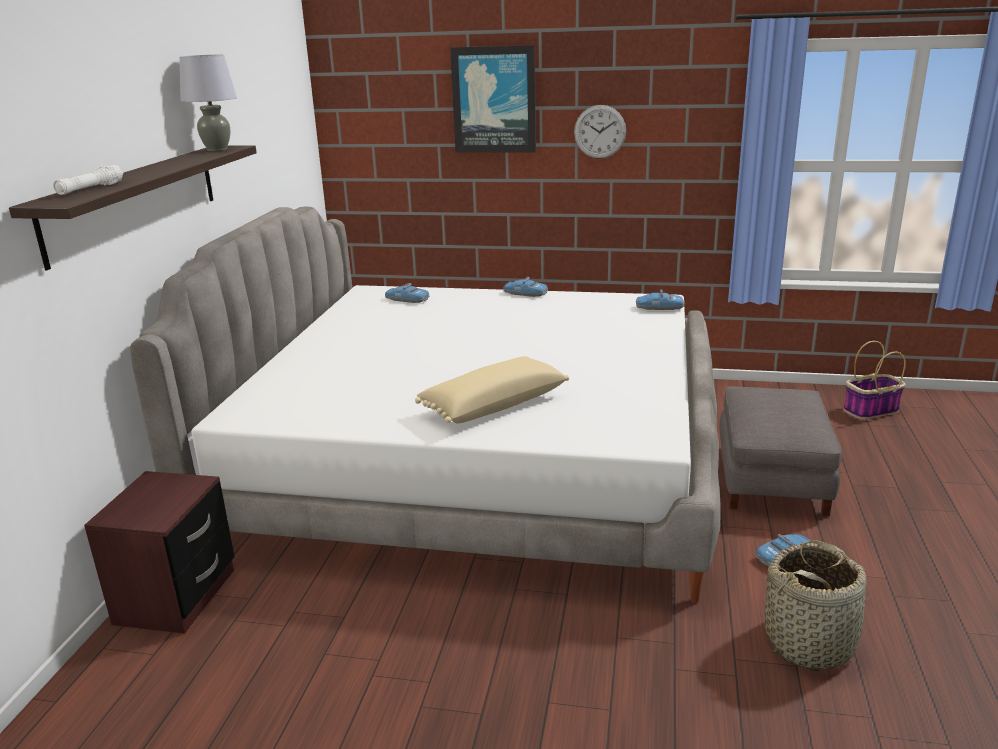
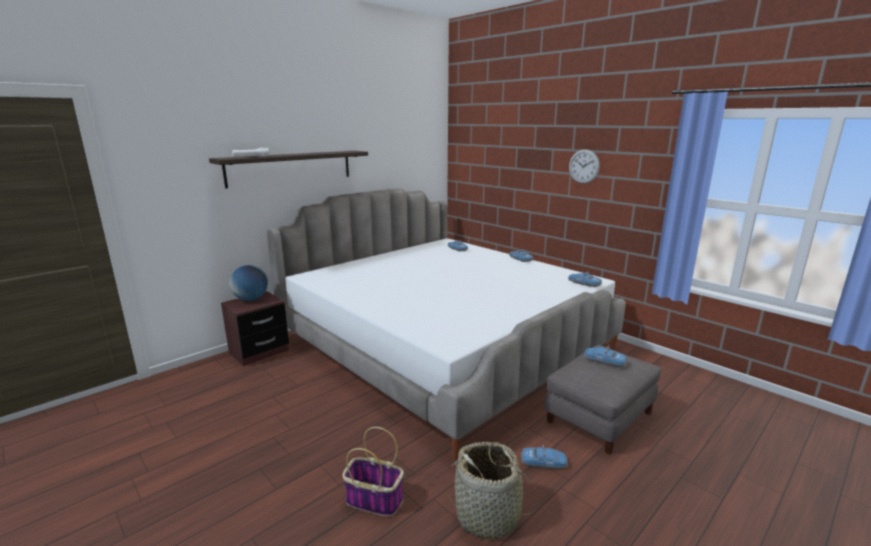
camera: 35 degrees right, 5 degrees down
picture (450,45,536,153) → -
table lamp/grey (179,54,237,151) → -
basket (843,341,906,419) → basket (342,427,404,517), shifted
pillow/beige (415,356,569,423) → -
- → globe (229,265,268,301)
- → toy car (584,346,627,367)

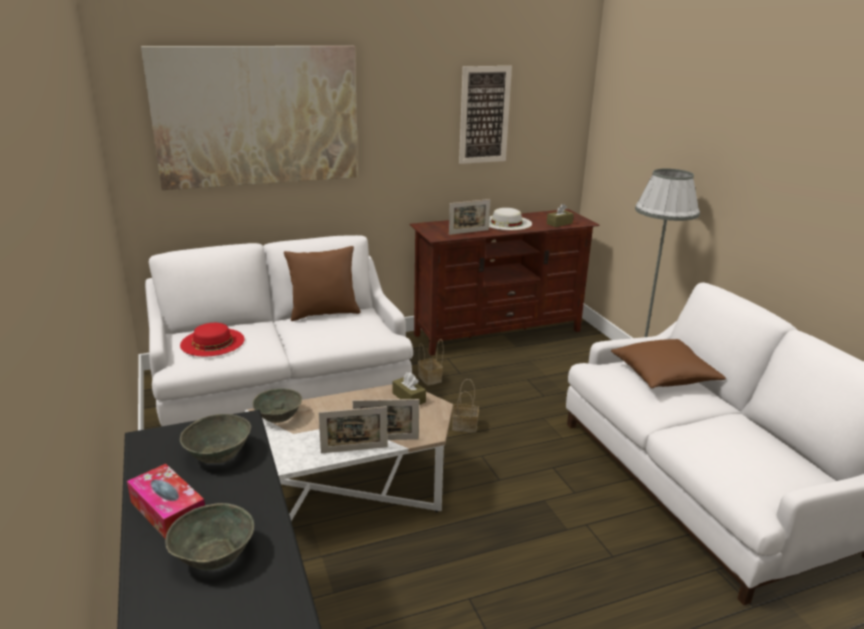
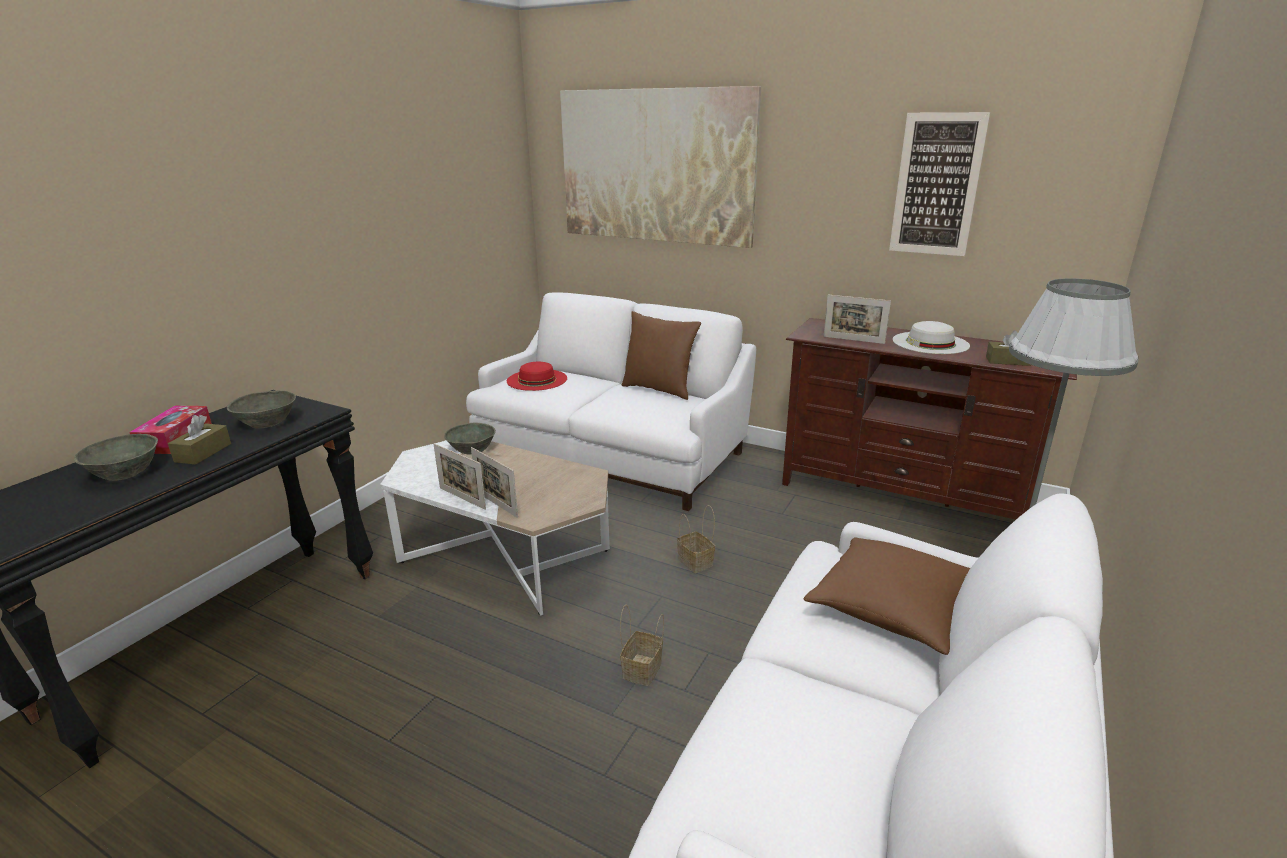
camera: 50 degrees right, 0 degrees up
basket (418,339,443,385) → basket (620,605,664,686), shifted
tissue box/brown (392,372,426,405) → tissue box/brown (168,415,231,465), shifted

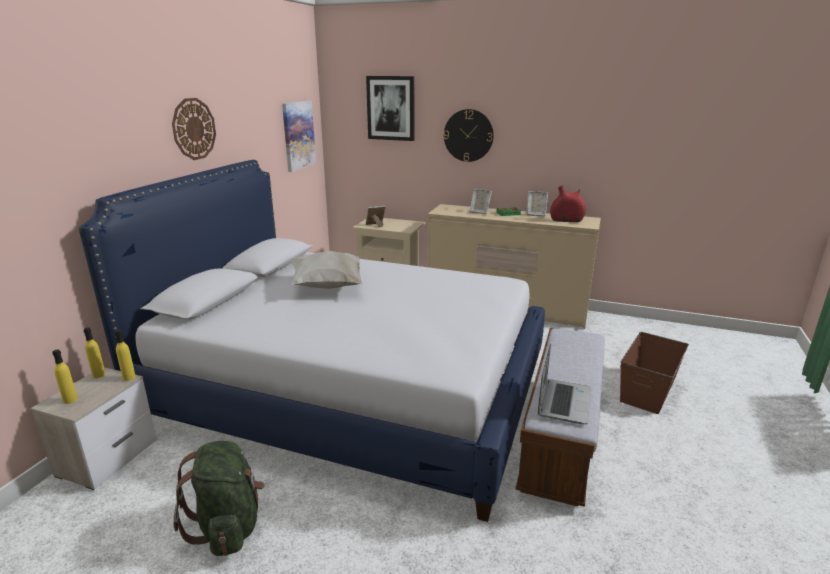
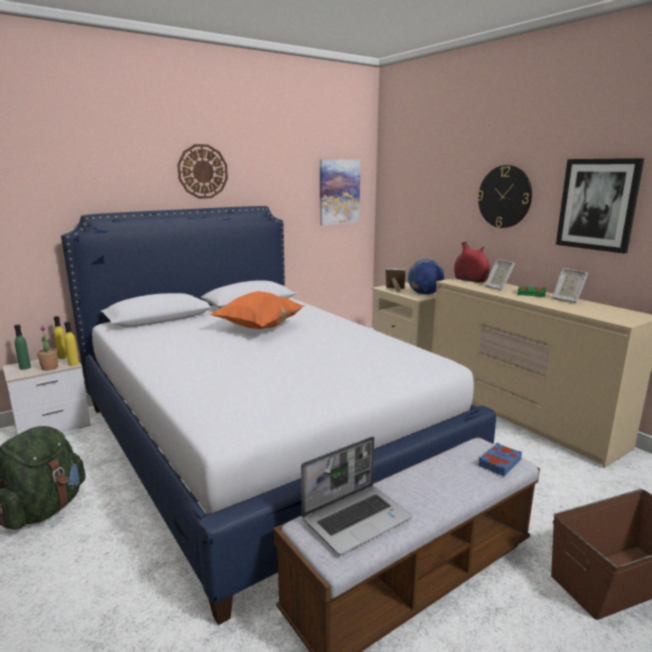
camera: 35 degrees right, 5 degrees down
picture (366,76,414,141) → picture (556,158,644,254), shifted
vase/red (550,186,586,222) → vase/red (454,241,490,283), shifted
pillow/white (290,251,363,289) → pillow/orange (209,291,304,329)
bottle/yellow (52,349,78,404) → bottle/green (14,324,31,370)
- → globe (408,259,444,295)
- → potted plant (37,325,58,371)
- → book/blue (478,443,522,476)

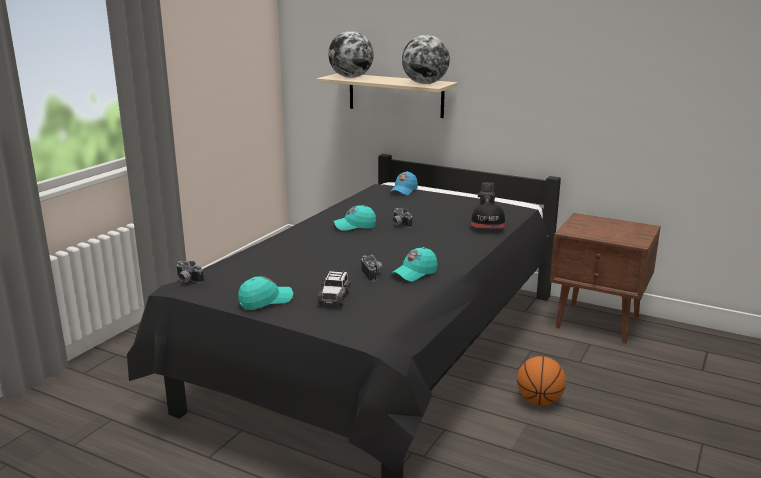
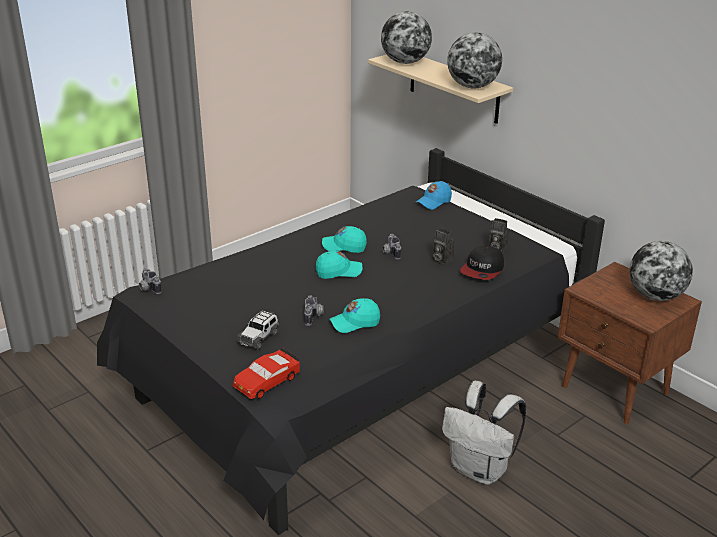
camera: 20 degrees right, 10 degrees up
cap/turquoise (238,276,293,310) → cap/turquoise (316,251,362,279), shifted
basketball (517,356,566,405) → backpack/white (442,381,527,485)
- → photo camera (433,228,454,265)
- → globe (629,241,693,301)
- → toy car/red (233,348,301,399)

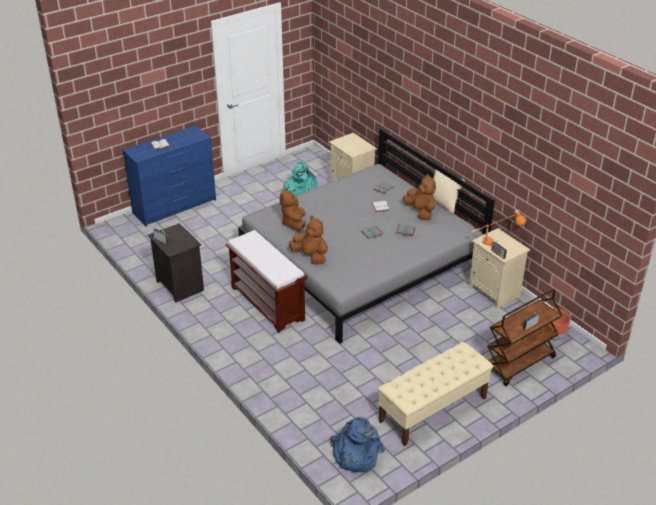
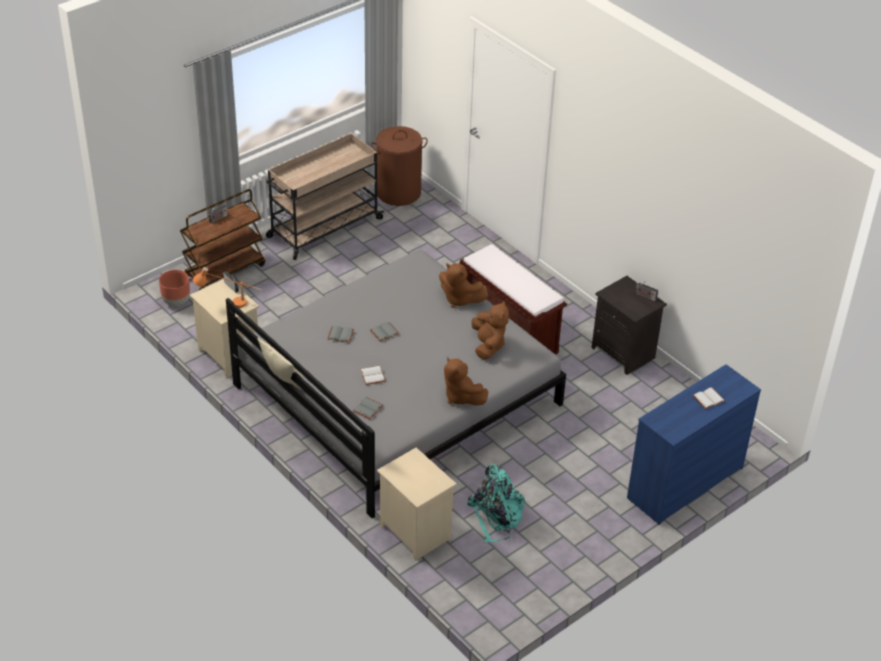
camera: 175 degrees right, 5 degrees up
plush toy/brown (403,174,436,220) → plush toy/brown (444,357,488,405), shifted
bench/beige (378,342,493,447) → cart/beige (266,133,384,260)
backpack/blue (330,417,385,472) → laundry basket/brown (371,126,428,206)

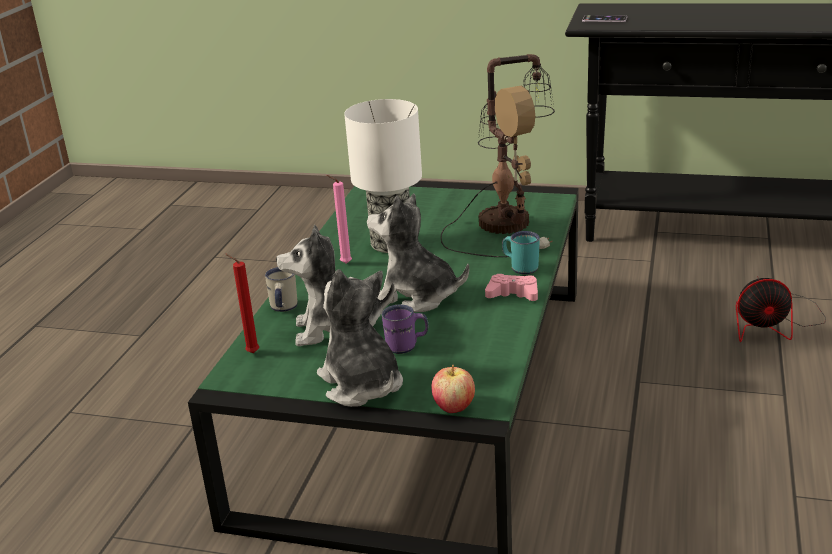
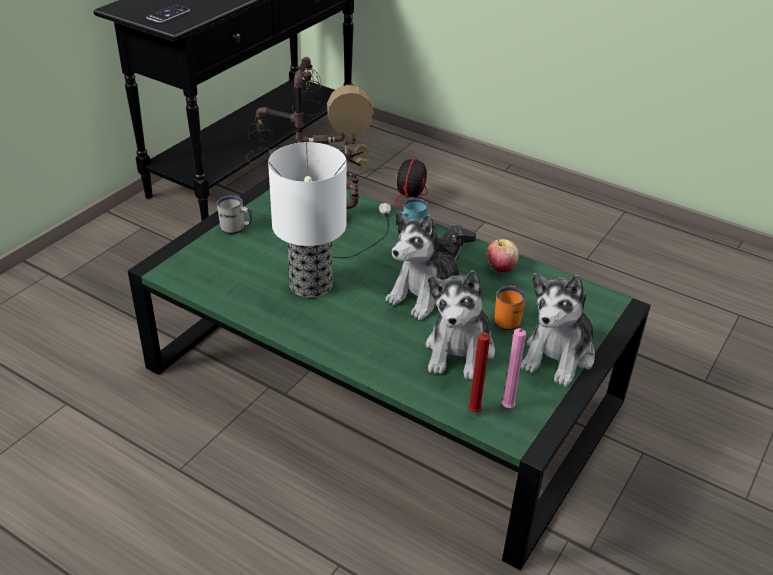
camera: 75 degrees left, 10 degrees up
candle/pink (326,175,352,264) → candle/pink (502,328,526,408), shifted
mug/white (265,267,297,312) → mug/white (217,195,253,234), shifted
plush toy (317,270,403,407) → plush toy (520,273,595,387), 45 degrees counterclockwise
game controller/pink (485,274,538,301) → game controller/black (438,226,476,260)
mug/purple (382,304,428,354) → mug/orange (495,286,525,330)
apple (432,365,475,413) → apple (487,239,519,272), shifted

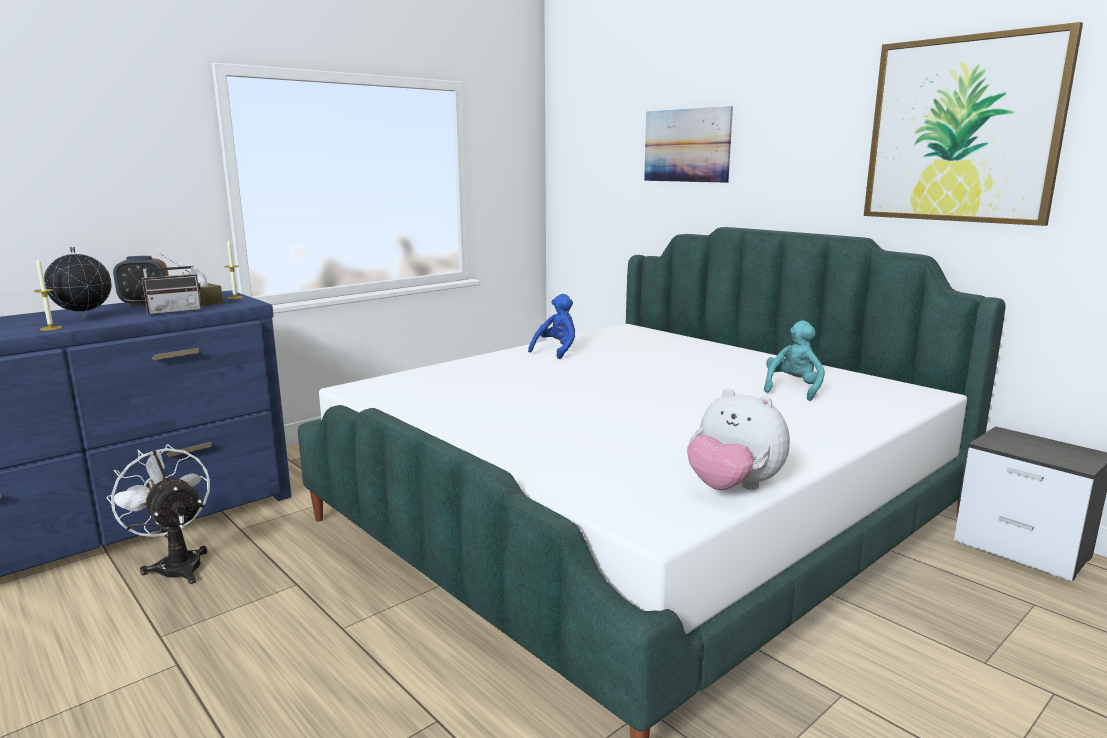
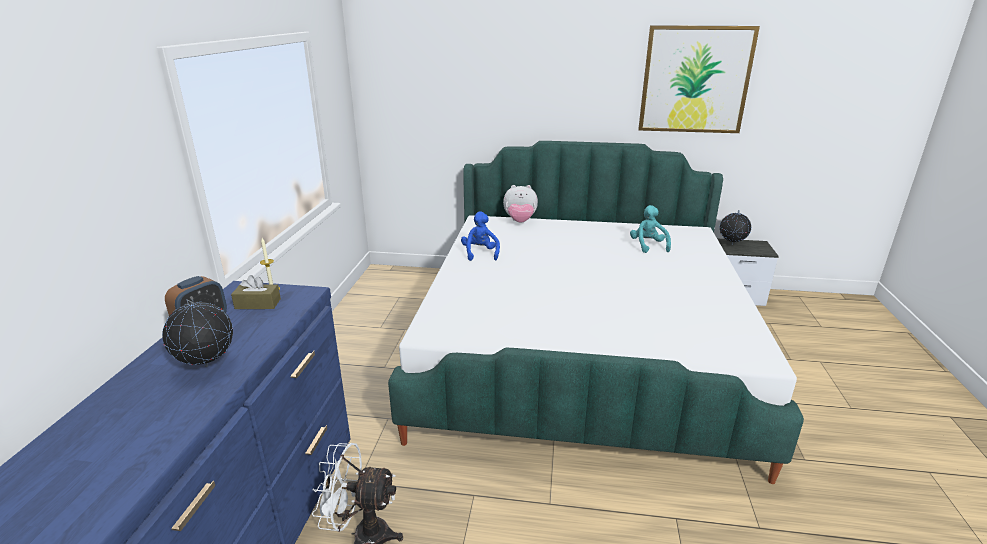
camera: 40 degrees left, 10 degrees up
picture (644,106,733,183) → -
radio (142,253,202,315) → -
candle (34,257,62,331) → -
plush toy (687,388,790,490) → plush toy (503,185,538,223), shifted
- → globe (720,210,751,245)

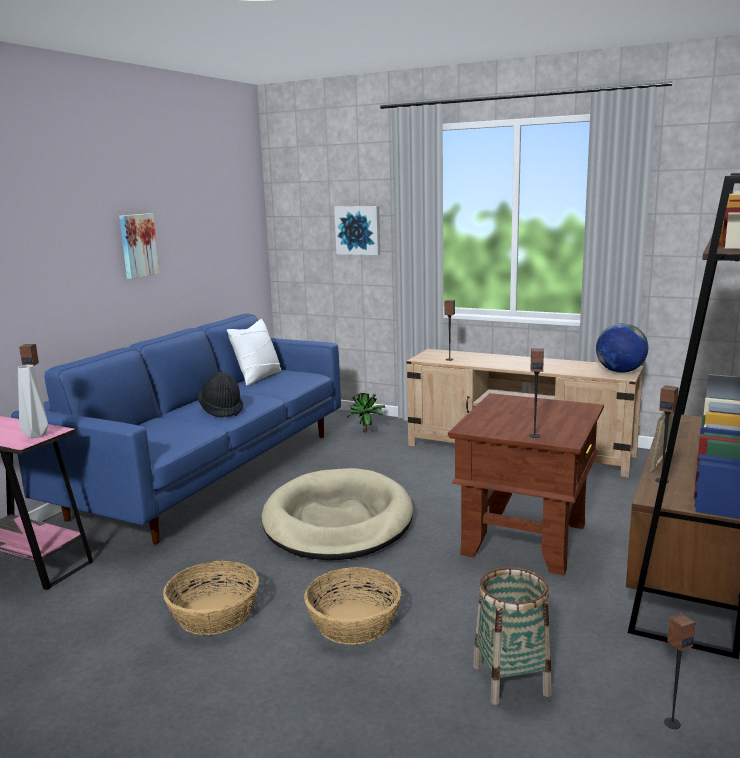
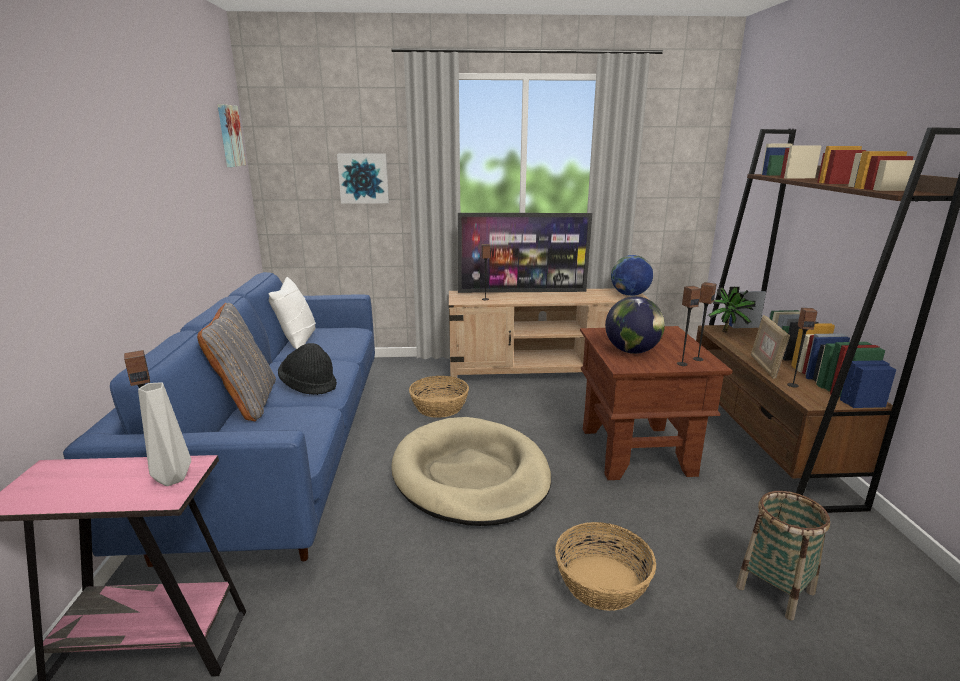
camera: 30 degrees left, 5 degrees up
picture (119,213,160,279) → picture (217,104,246,167), shifted
potted plant (347,393,385,432) → potted plant (707,287,756,333), shifted
basket (163,561,259,635) → basket (409,376,469,418), shifted
speaker (664,613,695,729) → speaker (693,282,716,361), shifted
- → television (458,213,592,293)
- → globe (605,296,665,354)
- → pillow/grey (197,303,276,421)

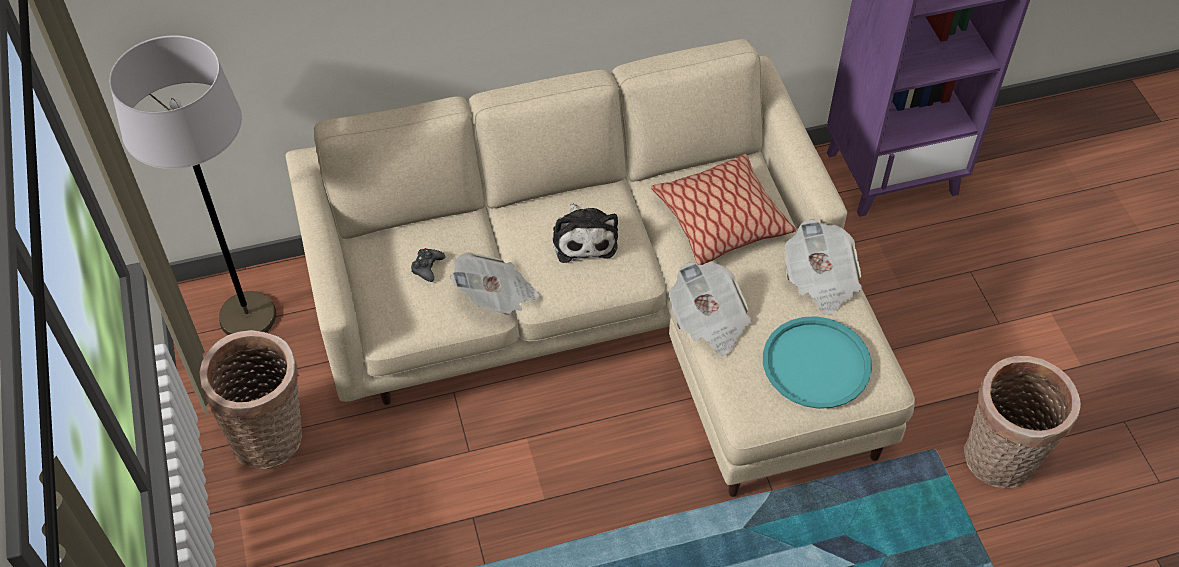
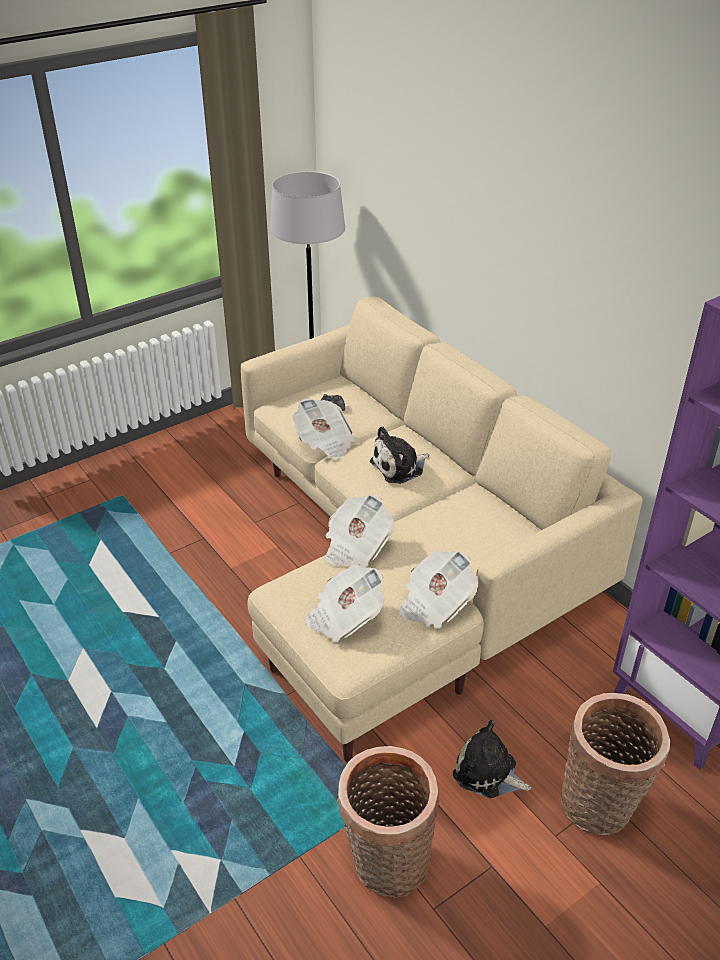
camera: 70 degrees right, 15 degrees down
pillow (651,154,796,265) → -
tray/turquoise (763,316,872,409) → newspaper (305,564,385,643)
basket (199,330,302,470) → basket (561,693,670,835), shifted
- → plush toy (453,720,531,798)

